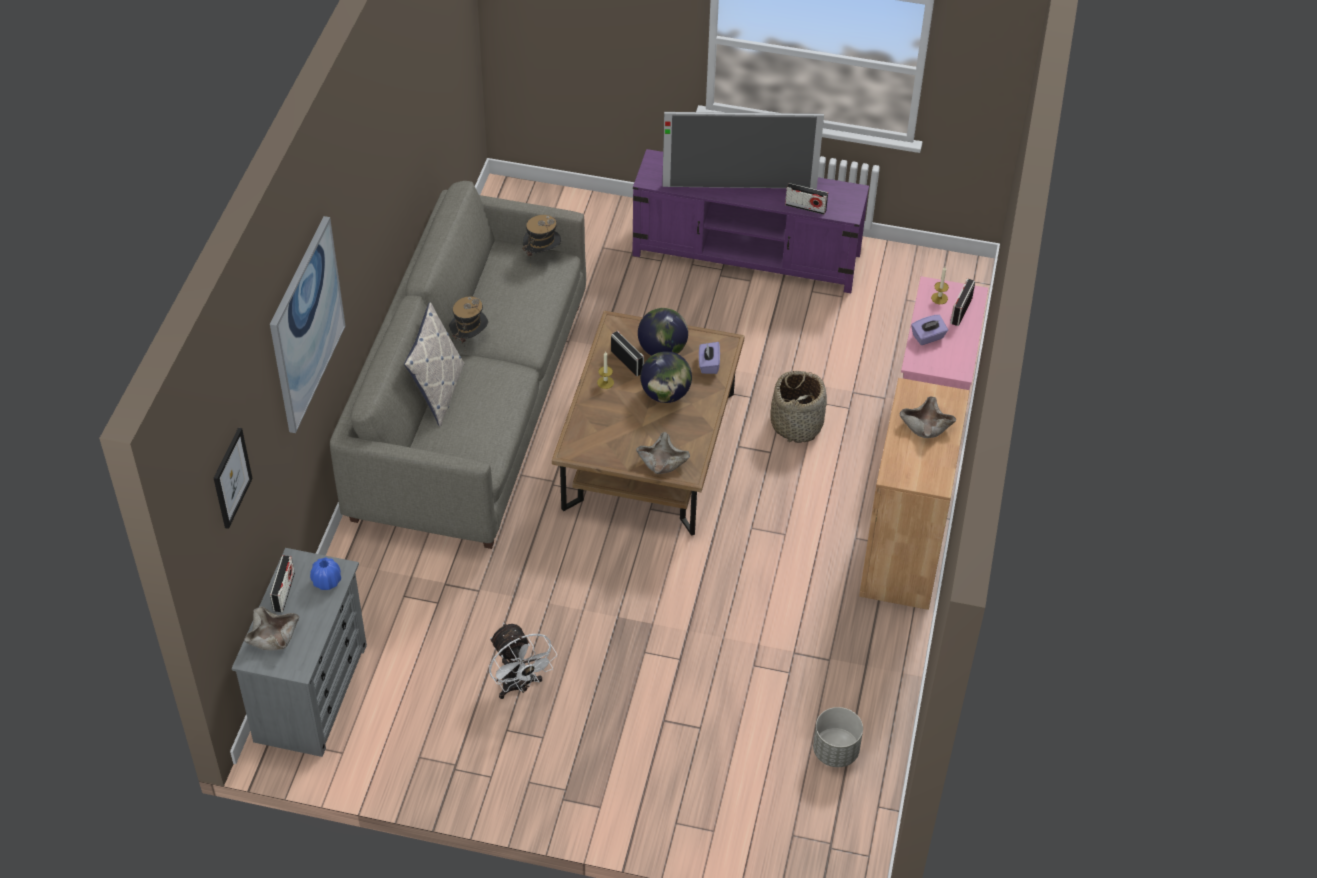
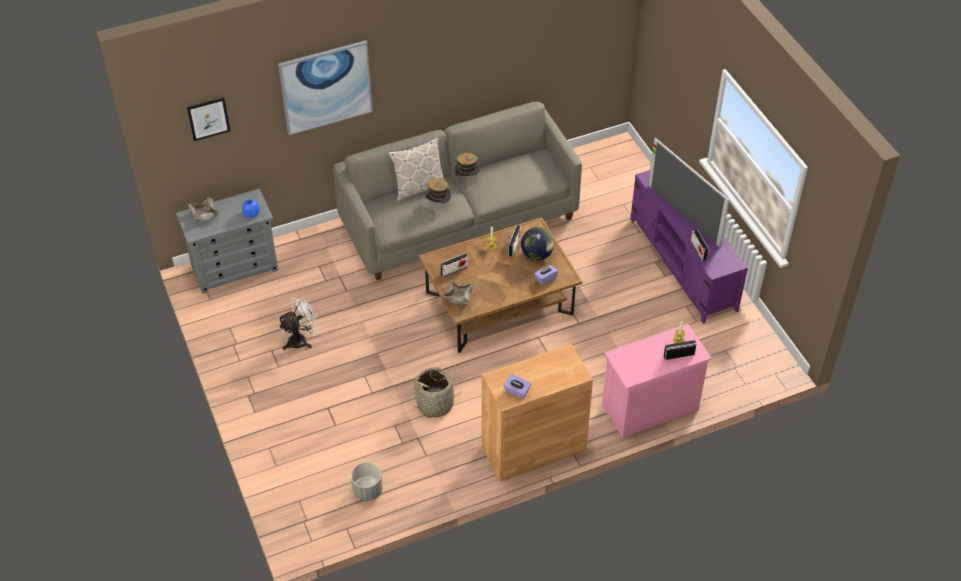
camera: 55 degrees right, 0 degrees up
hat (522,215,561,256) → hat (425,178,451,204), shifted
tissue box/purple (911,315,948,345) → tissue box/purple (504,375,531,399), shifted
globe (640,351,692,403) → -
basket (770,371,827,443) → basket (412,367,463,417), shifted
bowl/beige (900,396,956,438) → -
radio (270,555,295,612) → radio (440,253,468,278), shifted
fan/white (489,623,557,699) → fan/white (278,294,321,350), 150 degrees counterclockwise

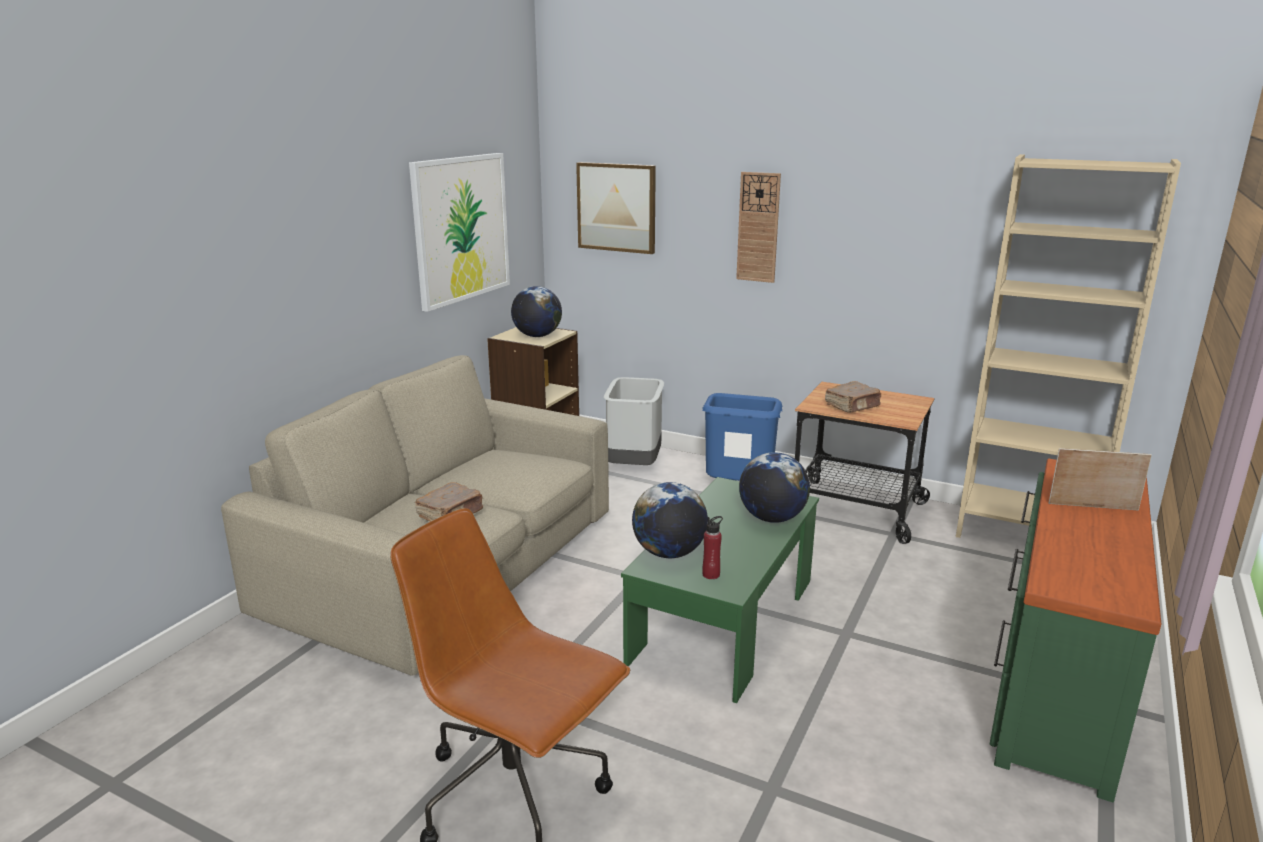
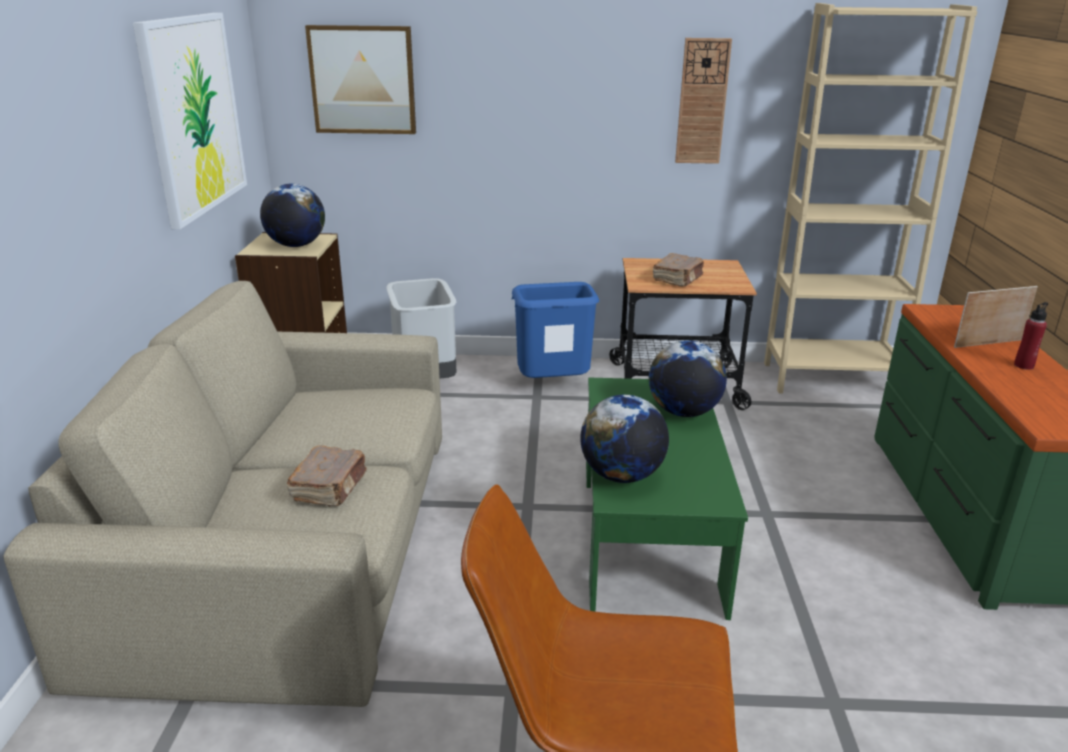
camera: 25 degrees left, 5 degrees up
wall clock (736,172,781,283) → wall clock (675,38,732,164), shifted
bottle/red (702,516,723,579) → bottle/red (1014,302,1048,370), shifted

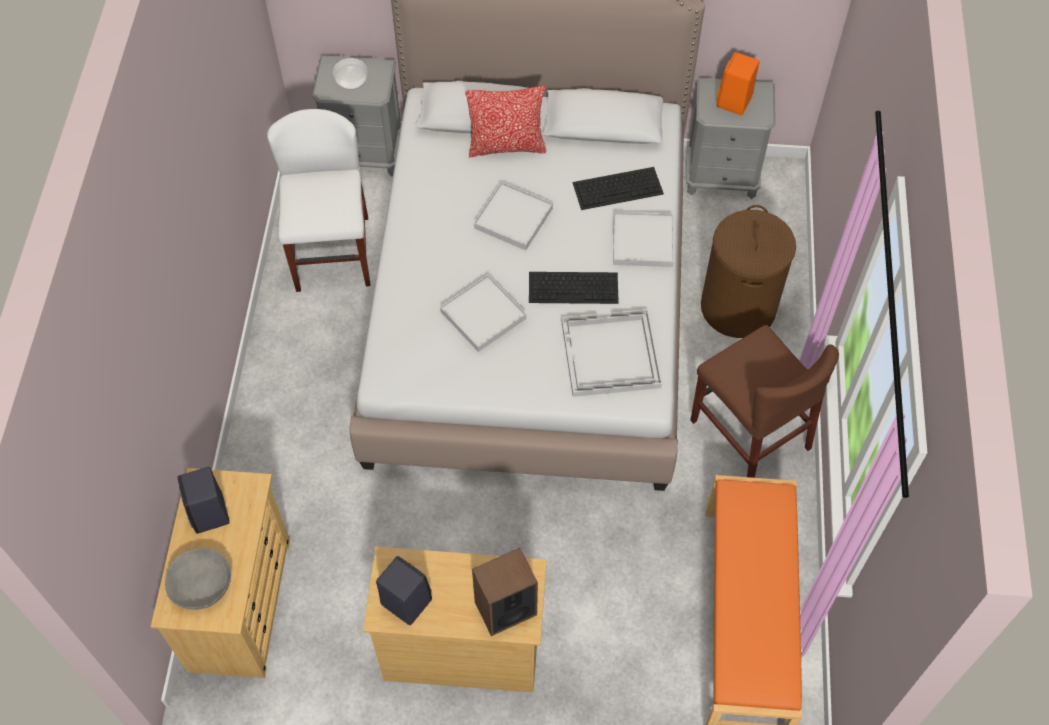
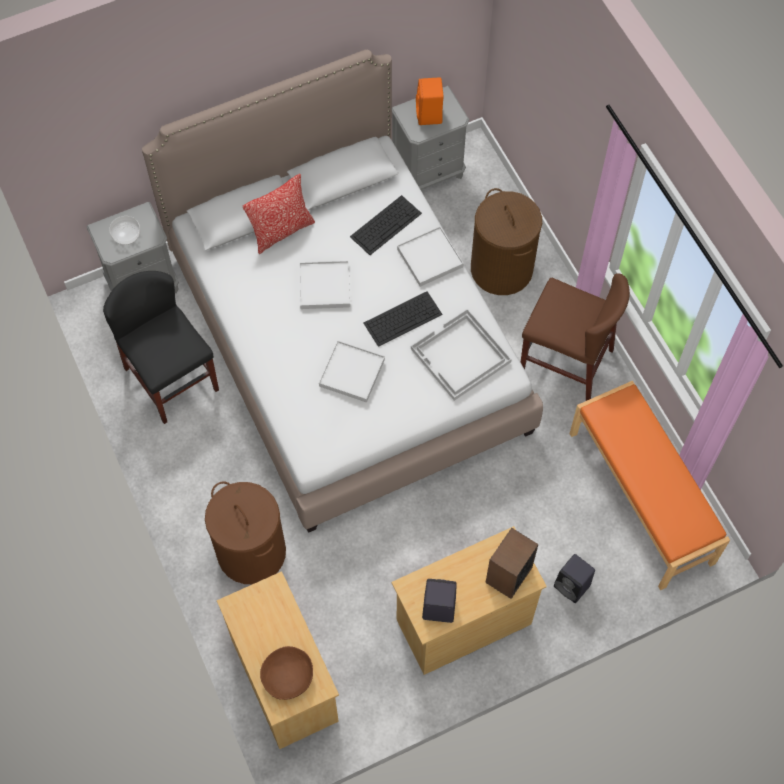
camera: 30 degrees left, 5 degrees up
chair/white (267,109,370,292) → chair/black (103,271,219,424)
speaker/black (178,467,230,534) → speaker/black (554,554,595,603), shifted
bowl/grey (165,548,231,609) → bowl/brown (260,646,313,700)
- → laundry basket/brown (205,482,286,584)

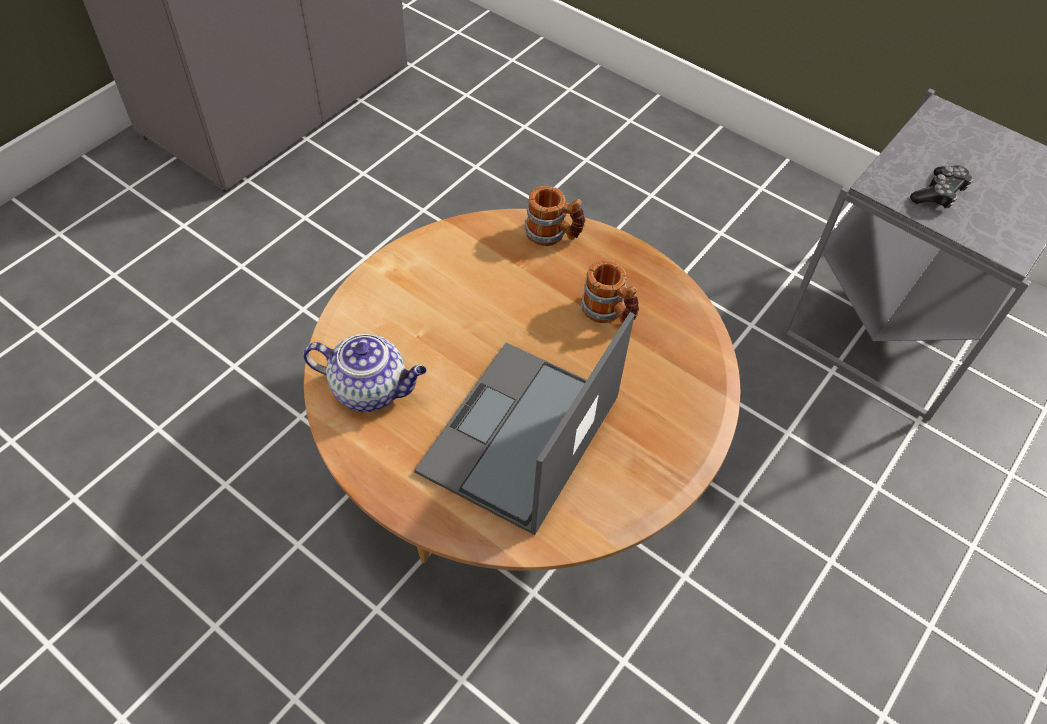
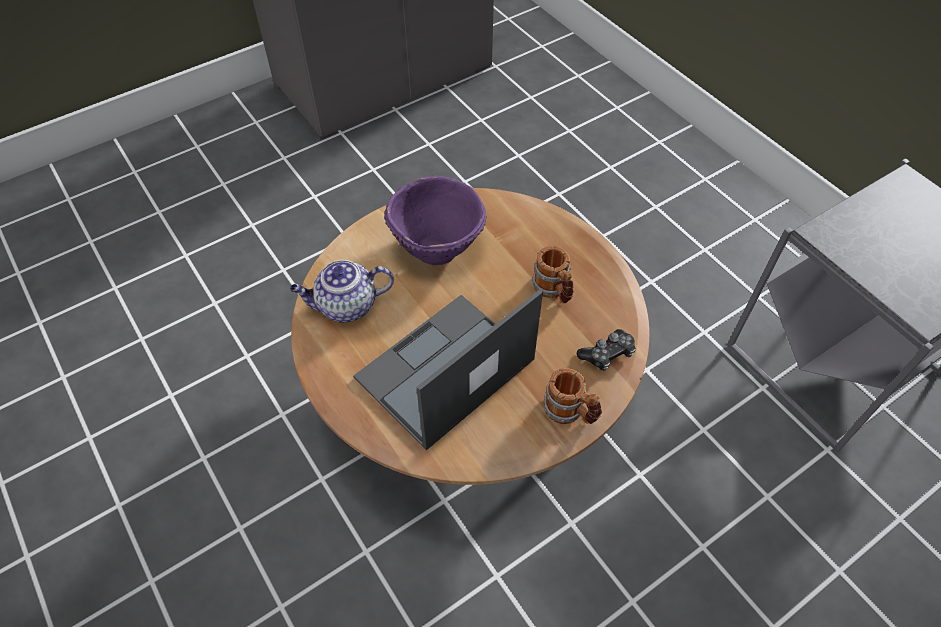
camera: 20 degrees right, 0 degrees up
game controller (910,165,973,208) → game controller (577,329,636,371), shifted
mug (525,186,585,246) → mug (544,368,602,424), shifted
teapot (303,334,427,412) → teapot (290,260,394,322), 135 degrees clockwise
- → bowl/purple (384,176,487,265)

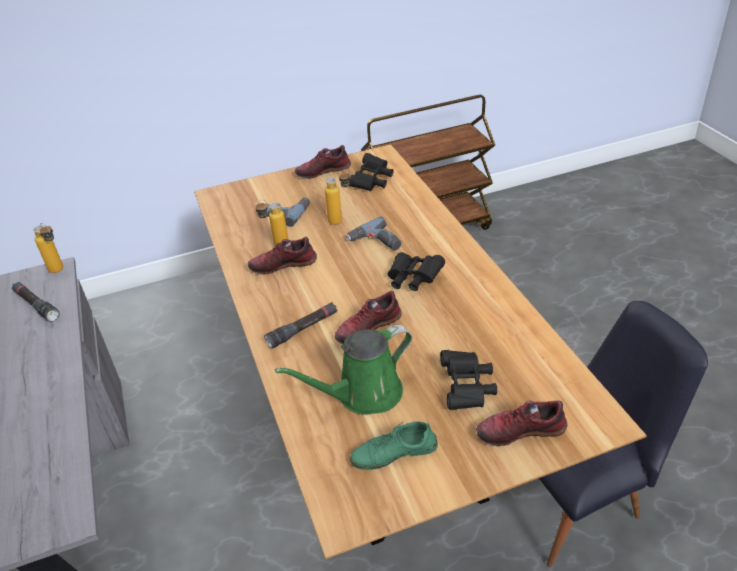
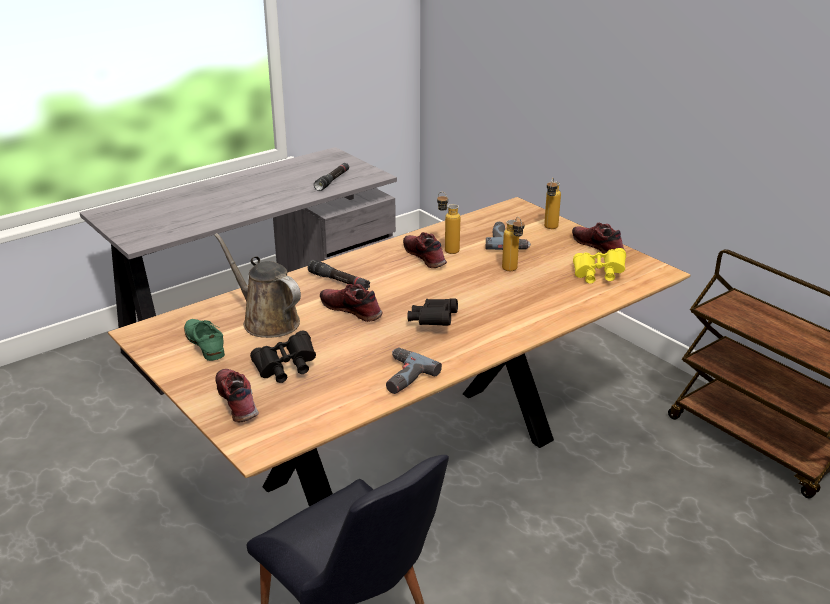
camera: 70 degrees right, 10 degrees down
binoculars/black (349,153,393,191) → binoculars/yellow (573,248,626,284)
power drill (346,216,401,250) → power drill (386,347,442,394), shifted
bottle (33,223,63,273) → bottle (544,178,561,229), shifted
watering can/green (275,325,412,414) → watering can/brown (214,233,301,338)

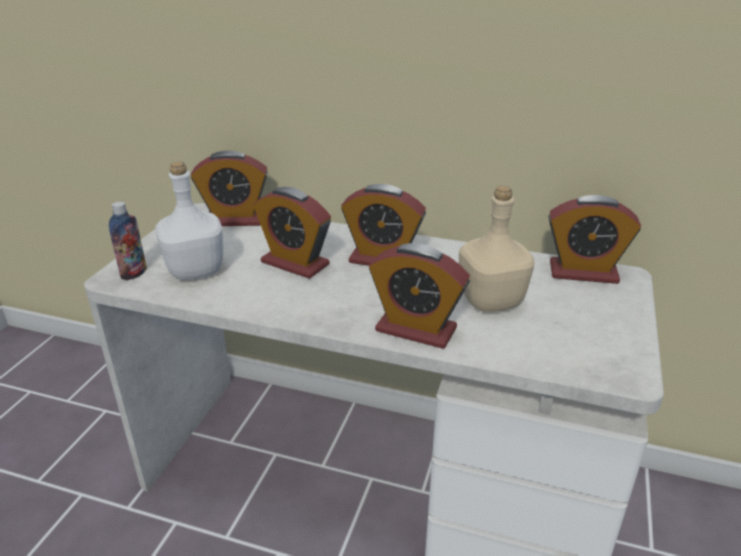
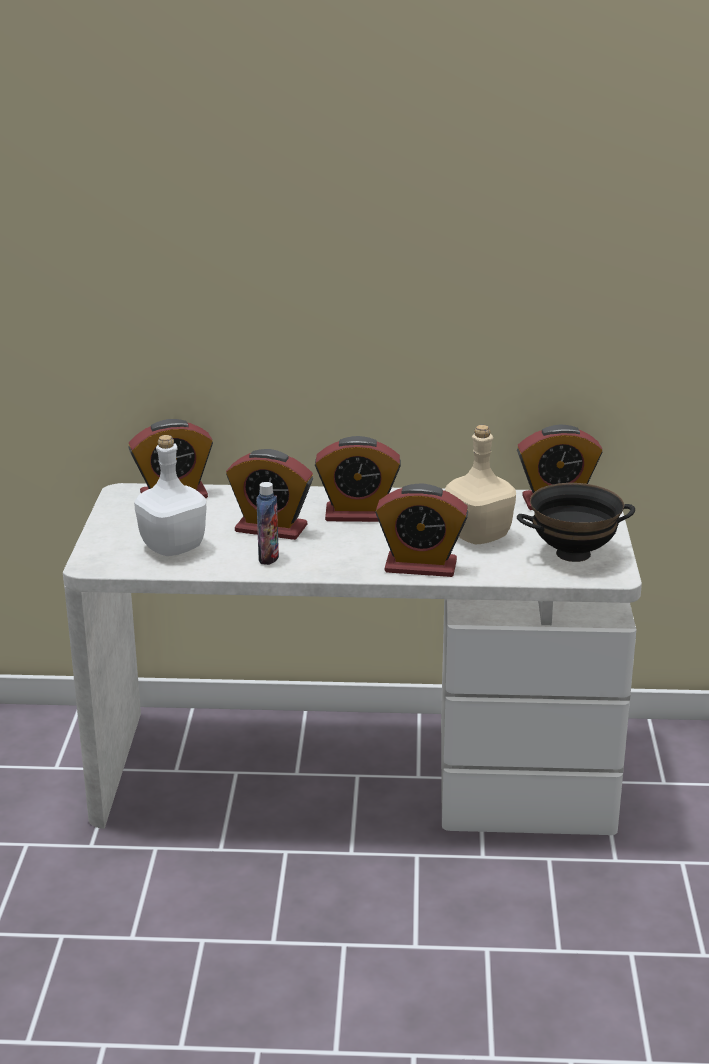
camera: 15 degrees left, 5 degrees down
bottle (109,201,147,280) → bottle (256,482,279,565), shifted
- → bowl/black (517,483,635,562)

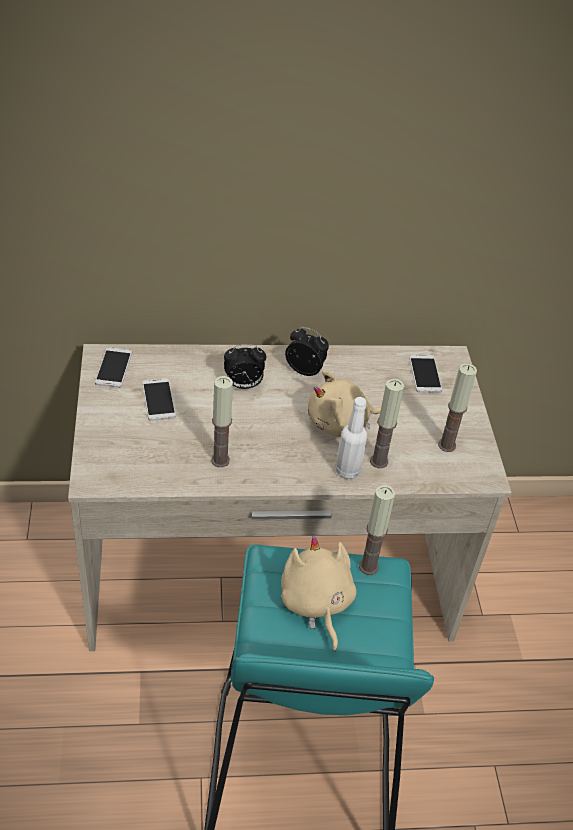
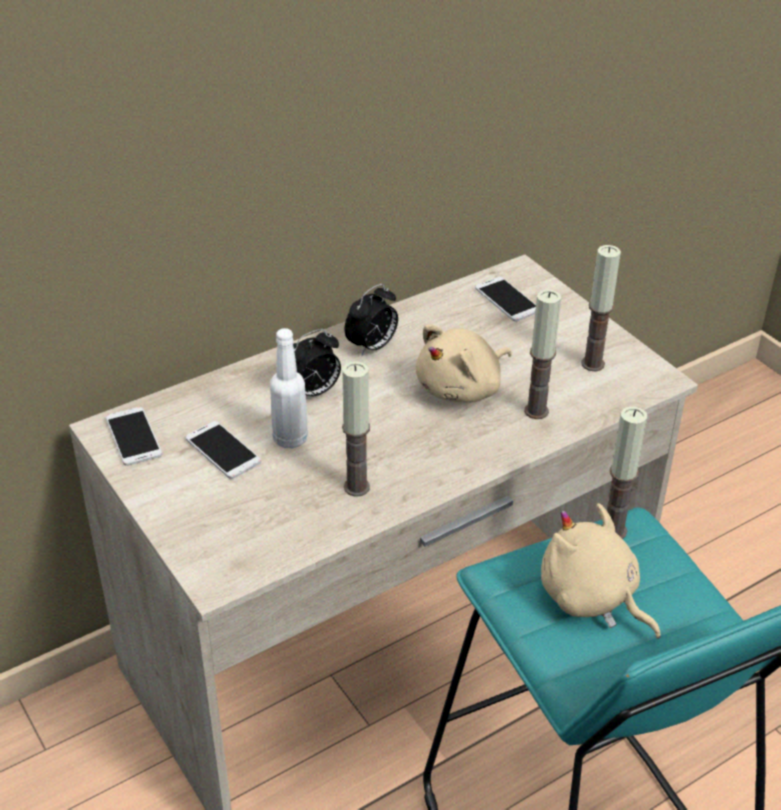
camera: 25 degrees left, 5 degrees down
alarm clock (285,327,329,376) → alarm clock (345,284,398,356), 135 degrees clockwise
bottle/white (335,397,367,479) → bottle/white (270,328,308,448), shifted

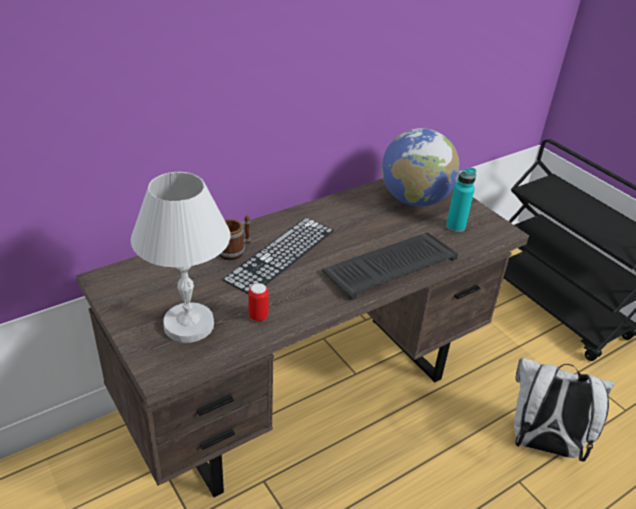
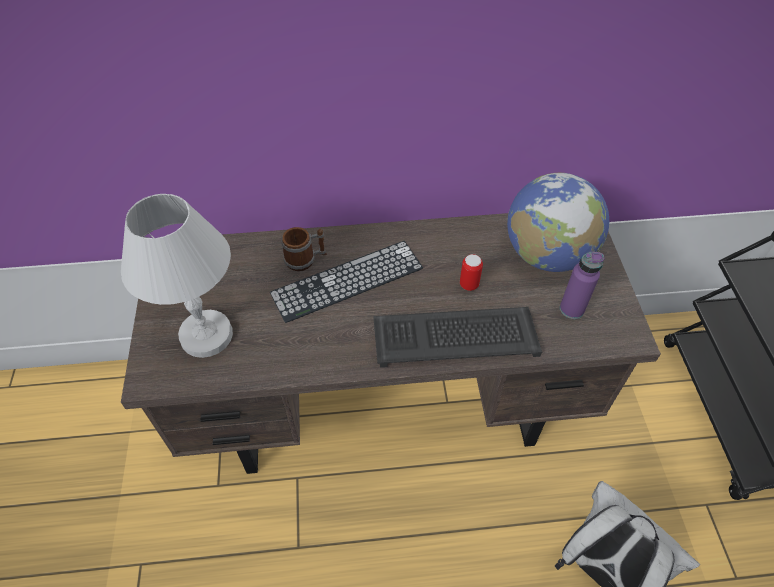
camera: 30 degrees right, 15 degrees up
bottle/turquoise (446,168,476,232) → bottle/purple (560,252,605,319)
can (248,283,269,321) → can (460,254,483,291), shifted

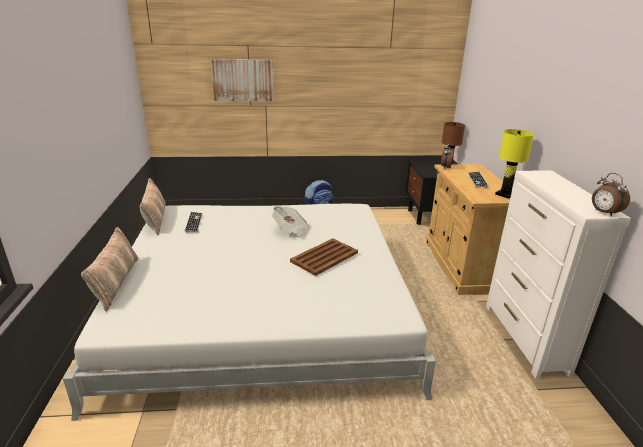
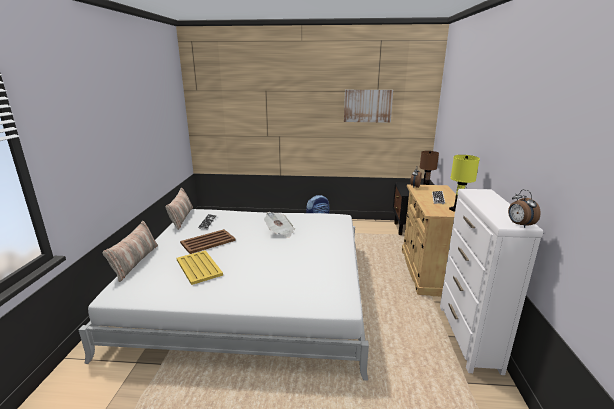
camera: 10 degrees right, 5 degrees down
picture (211,59,273,101) → picture (344,90,393,123), shifted
tray/brown (290,238,358,276) → tray/brown (180,229,236,254), shifted
- → tray/yellow (177,250,223,285)

